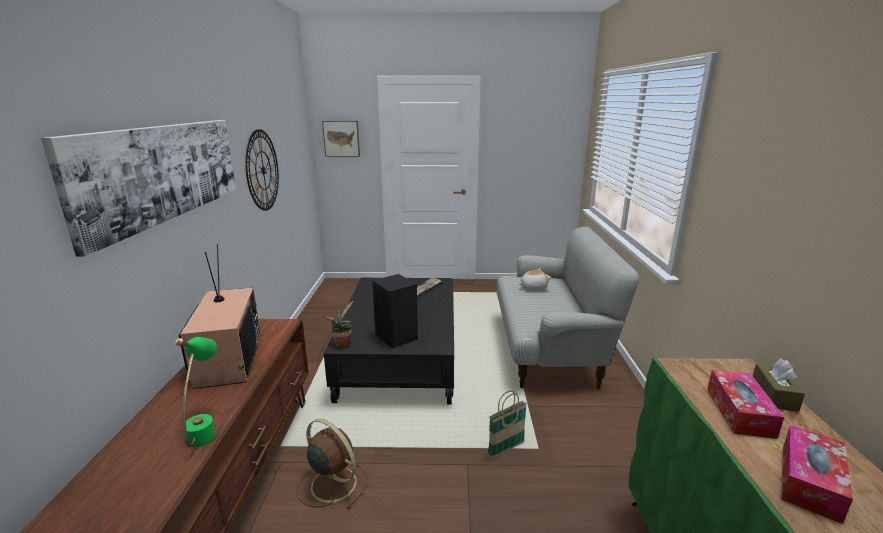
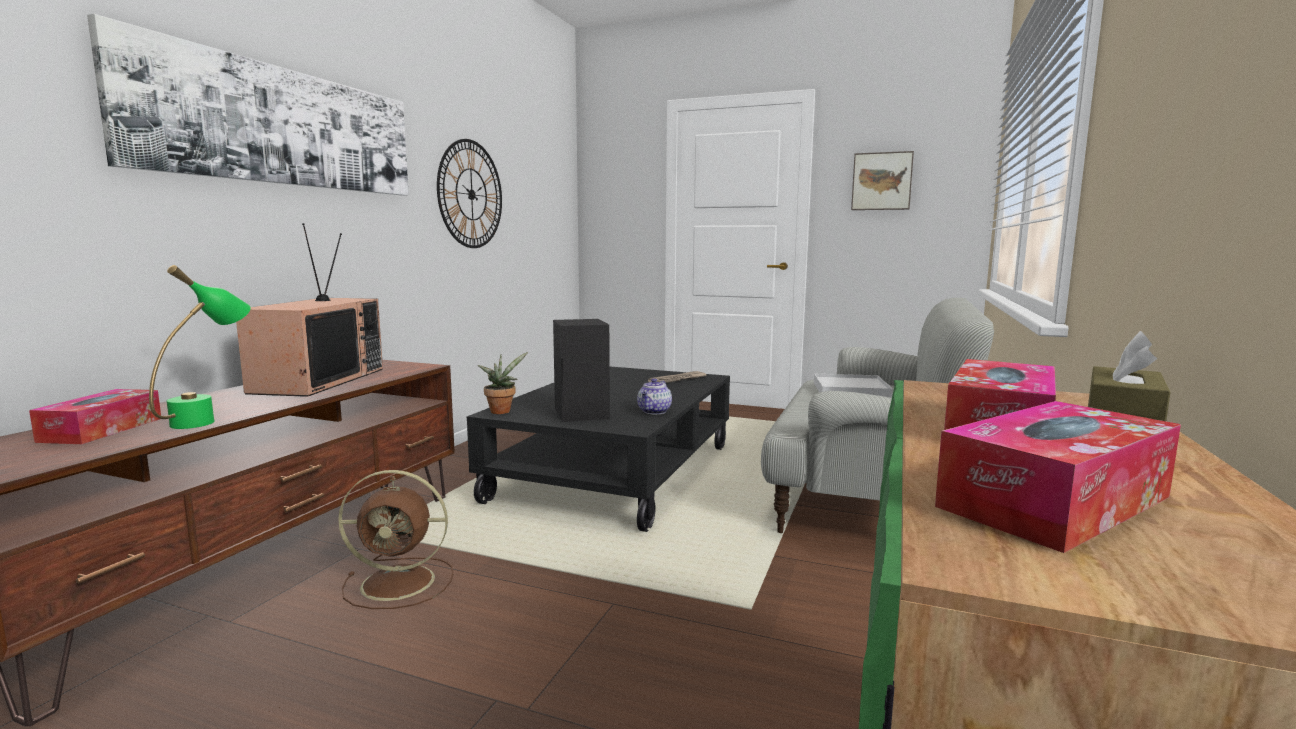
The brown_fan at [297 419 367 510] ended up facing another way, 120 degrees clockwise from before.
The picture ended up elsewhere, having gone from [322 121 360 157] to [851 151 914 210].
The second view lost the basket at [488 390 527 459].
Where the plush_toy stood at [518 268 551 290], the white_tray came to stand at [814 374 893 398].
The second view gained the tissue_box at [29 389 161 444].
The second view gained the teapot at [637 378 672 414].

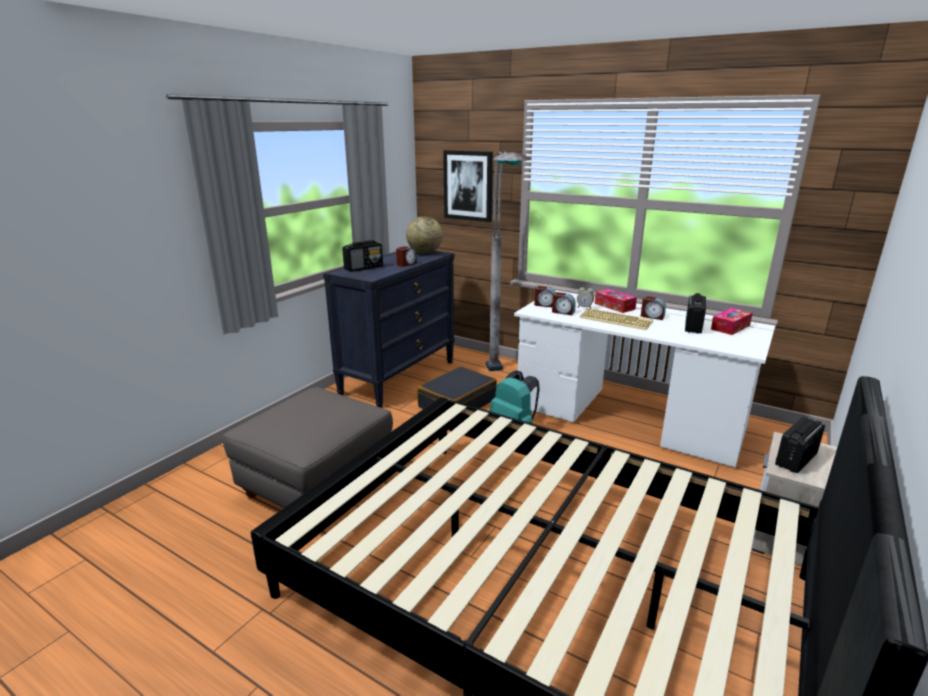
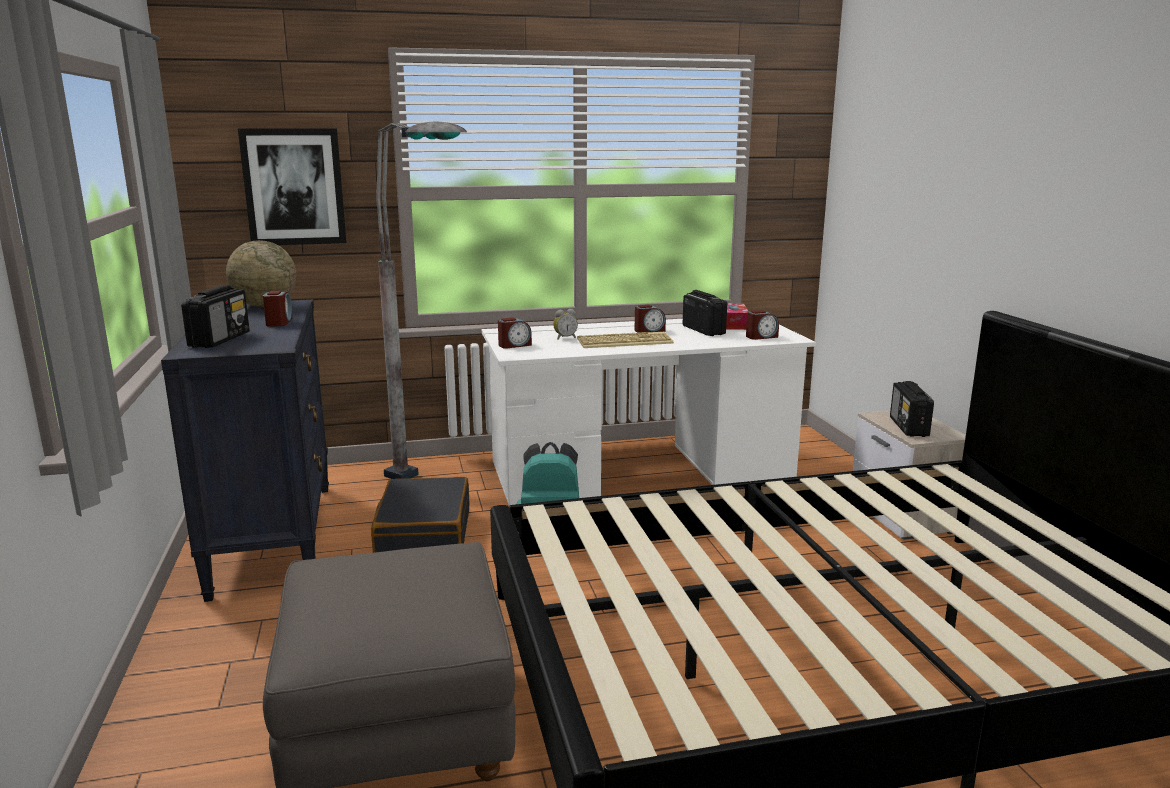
The alarm_clock ended up elsewhere, having gone from [552 292 576 315] to [746 310 779 340].
The second view lost the tissue_box at [595 289 637 313].

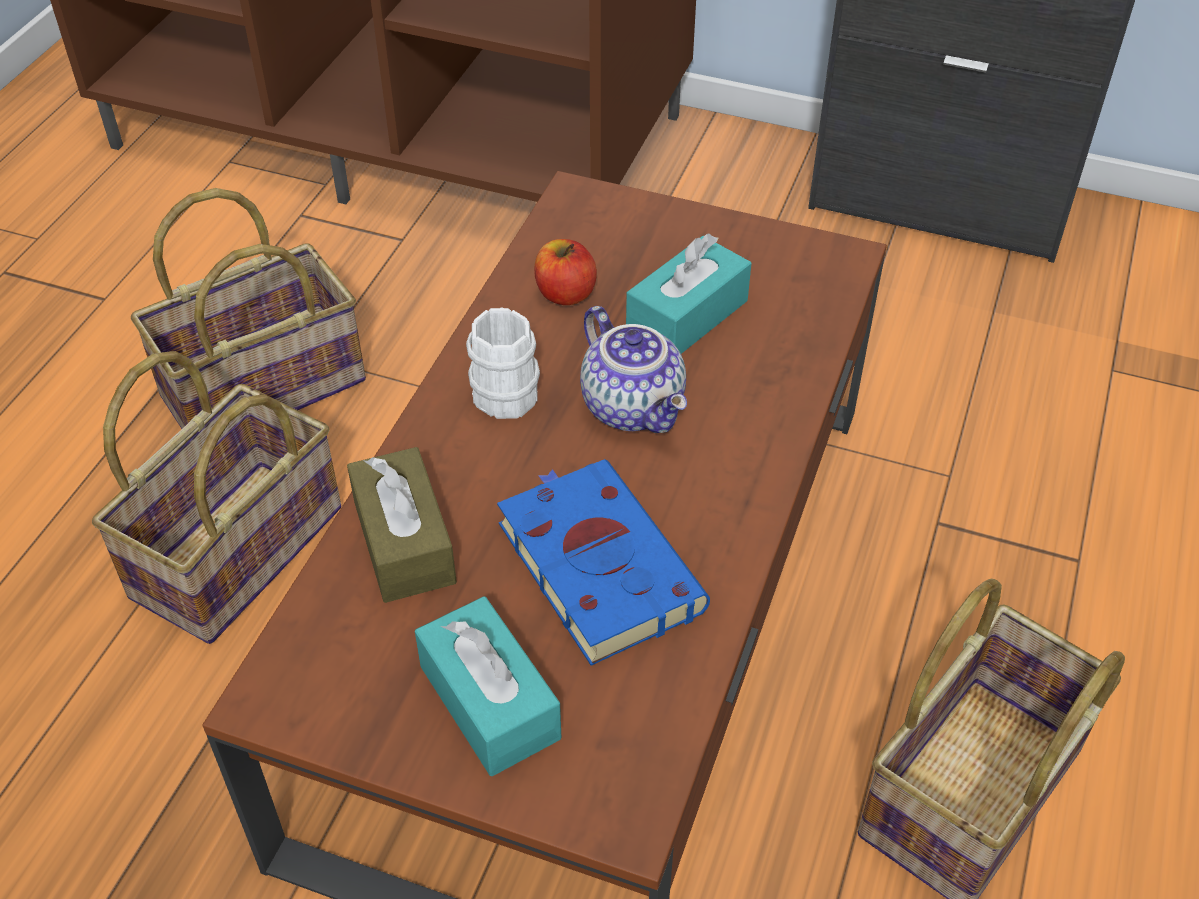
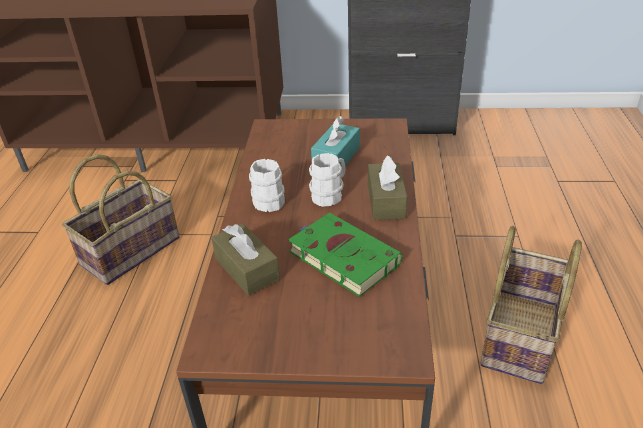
The second view lost the basket at [92 351 341 644].
The second view lost the turquoise_tissue_box at [415 596 561 776].
What was the blue_book at [497 459 710 666] turned into the green_book at [288 212 403 297].
The second view lost the apple at [534 239 597 305].
Where the teapot stood at [580 306 687 433], the white_mug came to stand at [309 153 346 207].
The second view gained the brown_tissue_box at [368 155 407 220].

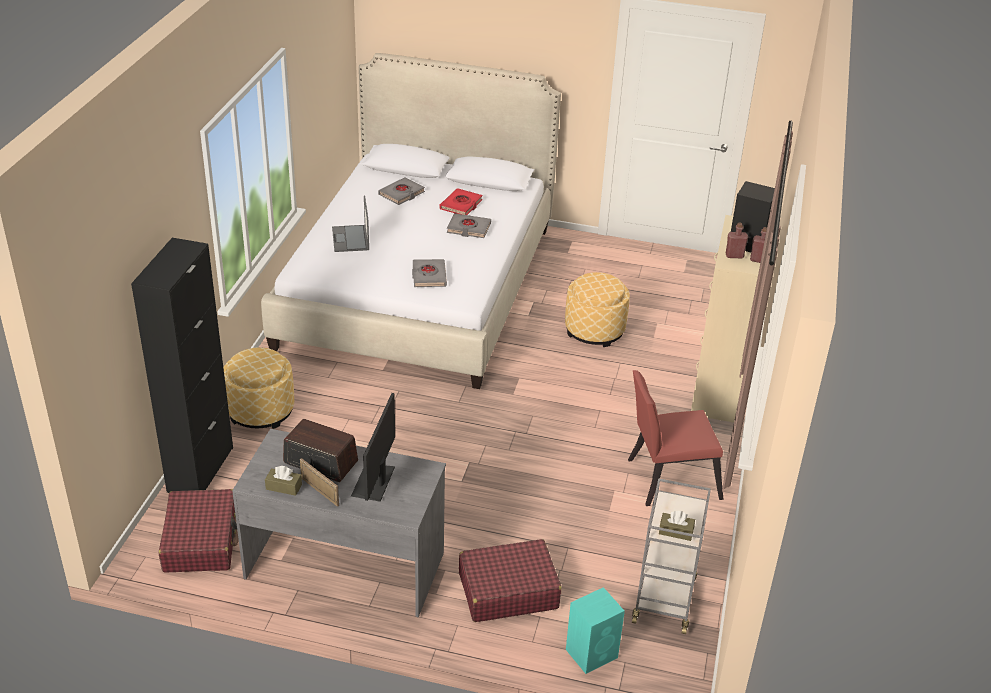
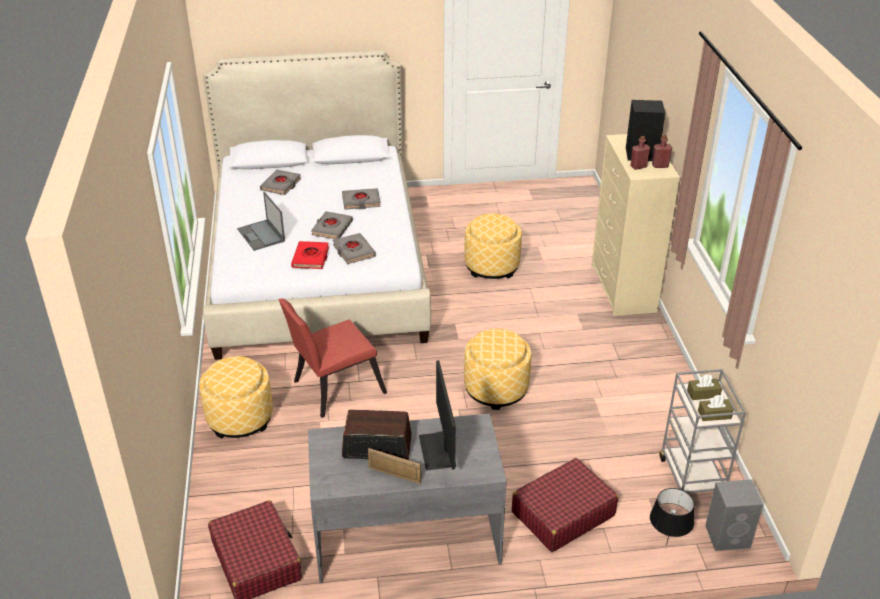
The second view lost the black_cabinet at [131 238 233 493].
The brown_tissue_box ended up elsewhere, having gone from [265 466 302 496] to [687 374 722 400].
The red_book ended up elsewhere, having gone from [439 188 483 215] to [291 241 329 269].
Where the turquoise_speaker stood at [566 587 625 674], the black_table_lamp came to stand at [650 488 694 546].
The red_chair ended up elsewhere, having gone from [628 370 724 506] to [278 298 387 418].
The second view gained the grey_book at [311 211 353 239].
The second view gained the ottoman at [464 329 531 410].
The second view gained the grey_speaker at [705 479 763 551].

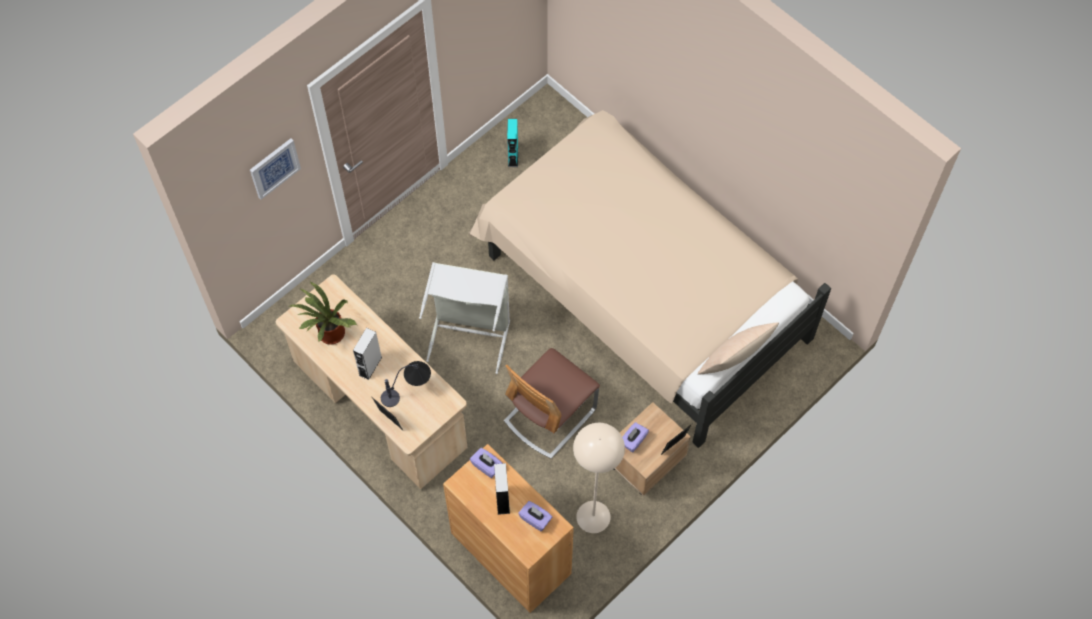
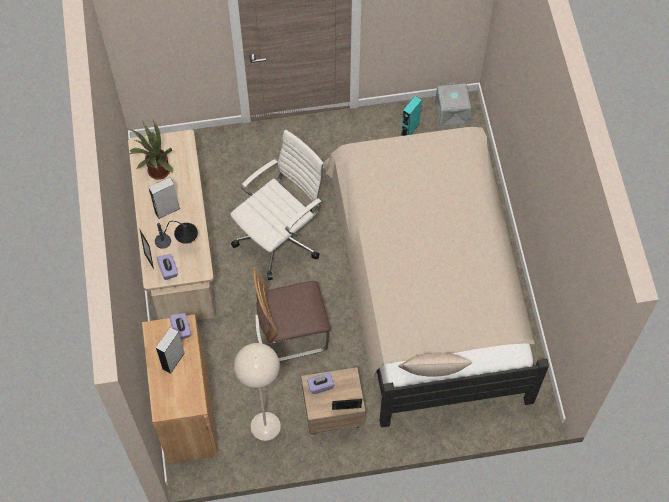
The second view lost the picture at [250 138 301 200].
Where the grey_laundry_basket stood at [419 262 510 374], the white_office_chair came to stand at [230 130 325 280].
The purple_tissue_box ended up elsewhere, having gone from [518 501 552 531] to [157 254 178 280].
The second view gained the grey_storage_box at [435 82 471 127].

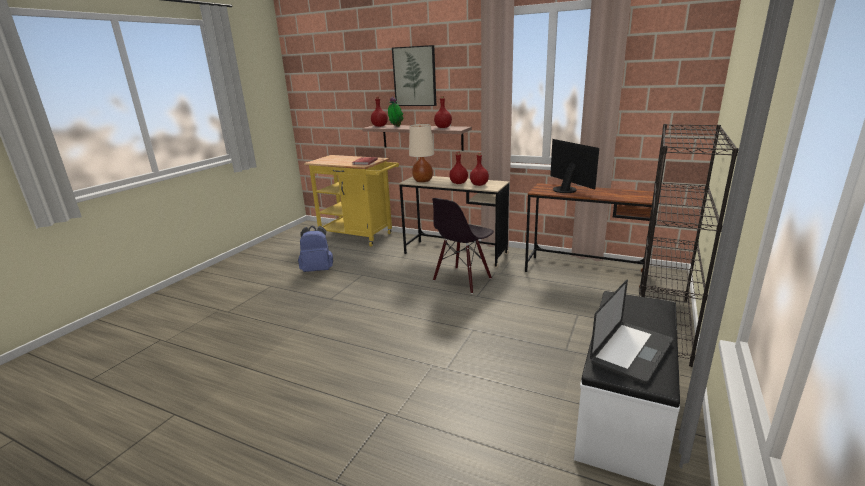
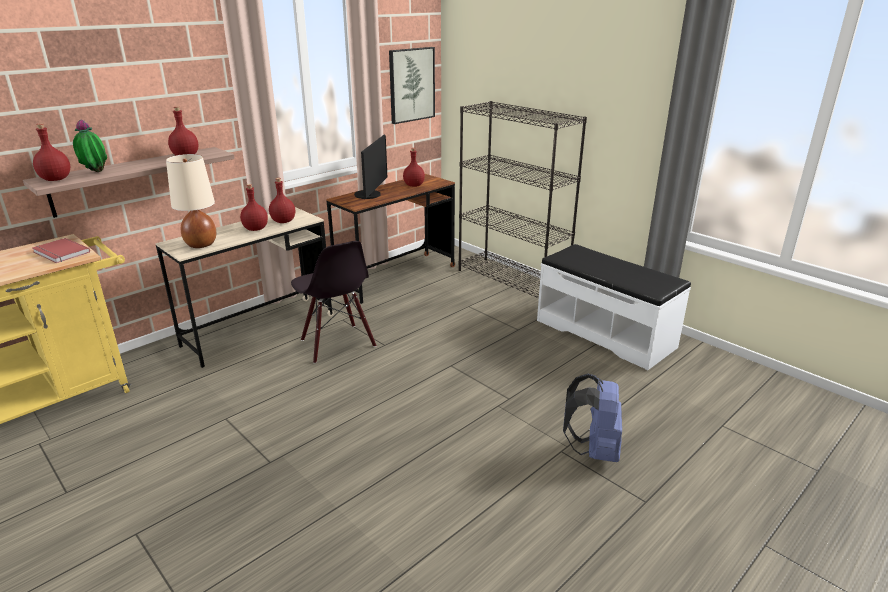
The blue_backpack ended up elsewhere, having gone from [298 226 333 272] to [563 373 622 462].
The picture ended up elsewhere, having gone from [392 45 436 106] to [389 47 435 124].
The monitor at [550 139 599 193] ended up facing another way, 105 degrees clockwise from before.
The second view lost the laptop at [590 279 673 384].
The second view gained the red_bottle at [403 148 425 187].

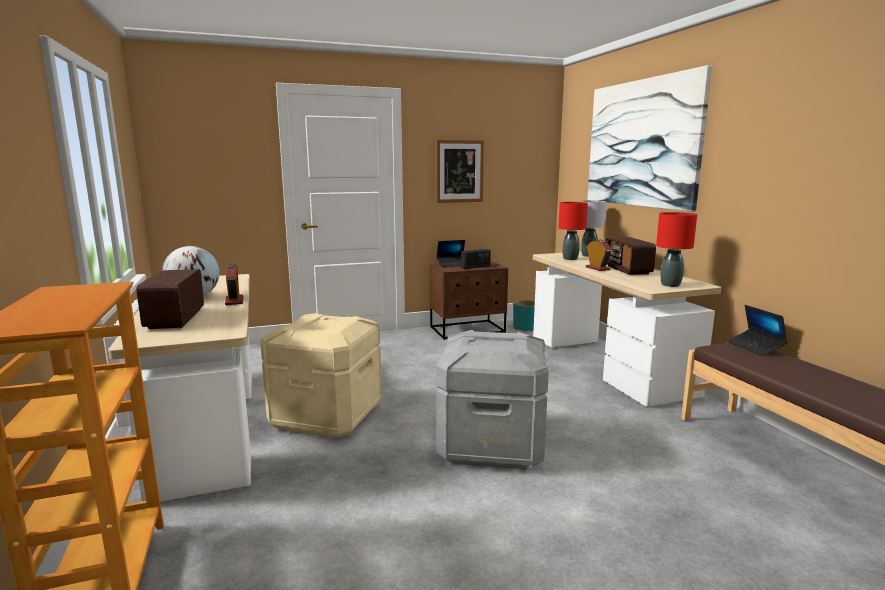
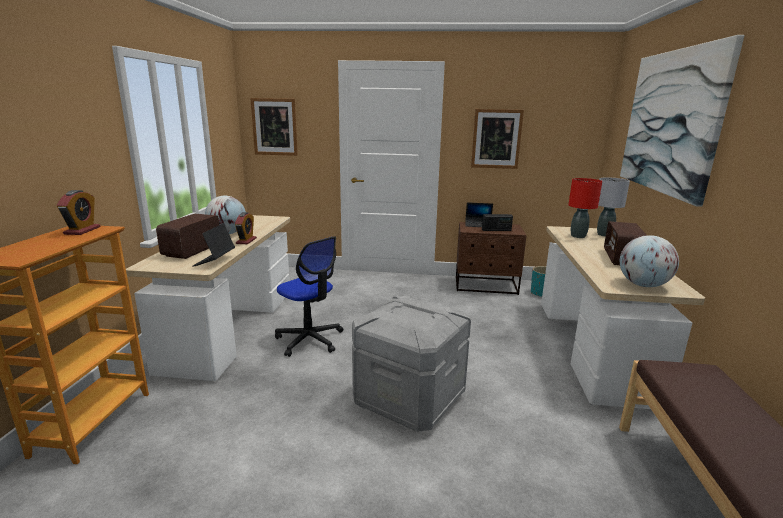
Where the beige_storage_box stood at [260 313 382 438], the office_chair came to stand at [275 236 343 357].
The alarm_clock ended up elsewhere, having gone from [586 239 612 271] to [57 190 100 235].
Where the red_table_lamp stood at [656 212 697 287], the globe came to stand at [620 235 679 287].
The laptop ended up elsewhere, having gone from [727 305 787 356] to [192 223 235 267].
The second view gained the picture at [250 98 298 156].

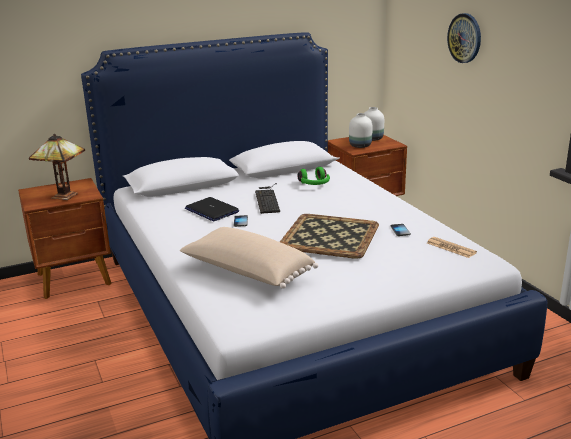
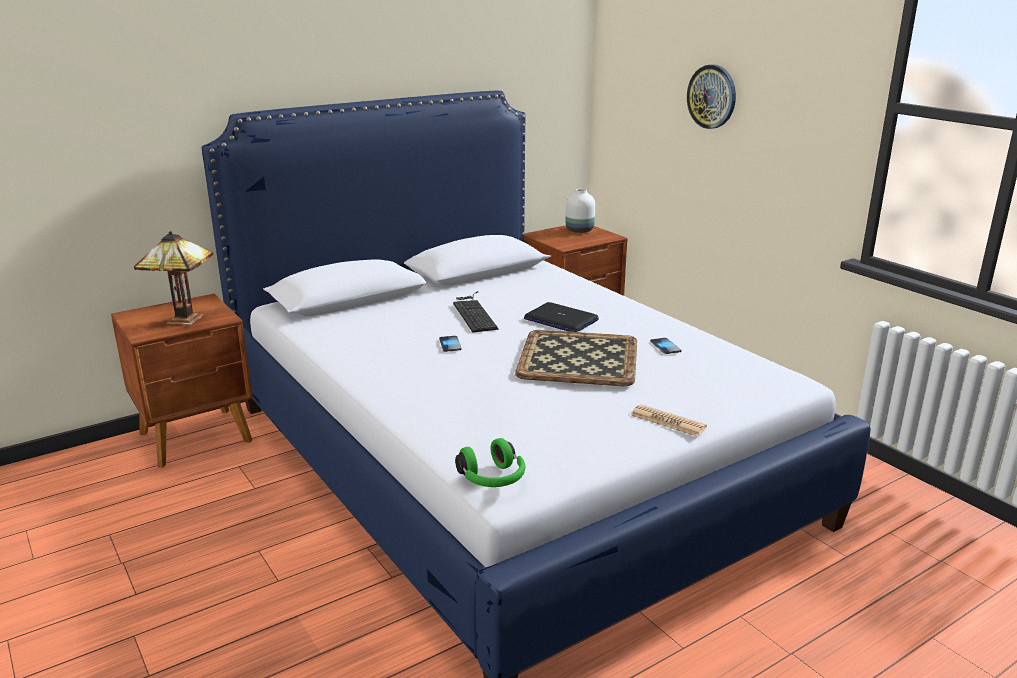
The second view lost the beige_pillow at [180 227 318 289].
The laptop ended up elsewhere, having gone from [185 197 239 221] to [524 302 599 332].
The green_headphones ended up elsewhere, having gone from [298 167 330 185] to [455 438 525 487].
The second view lost the white_vase at [349 113 373 148].
The newspaper ended up elsewhere, having gone from [427 237 477 258] to [631 404 707 436].

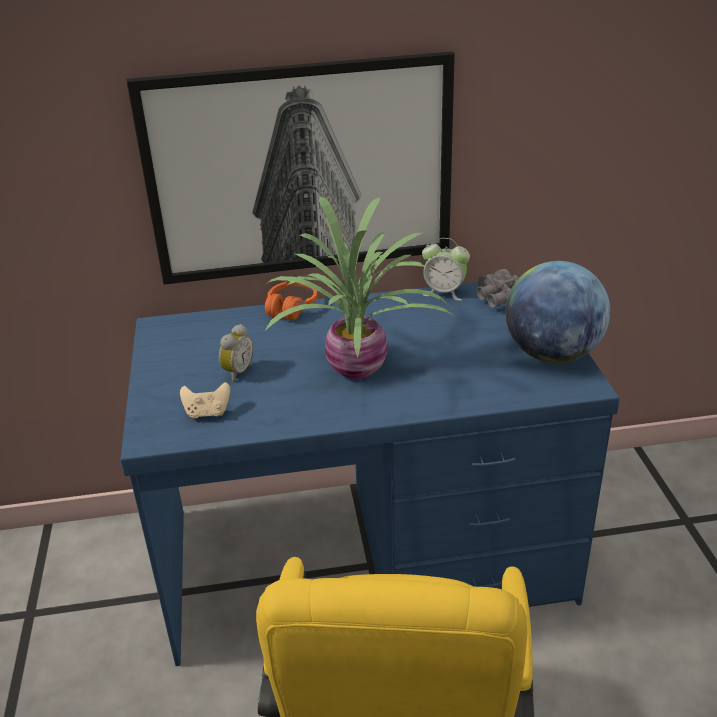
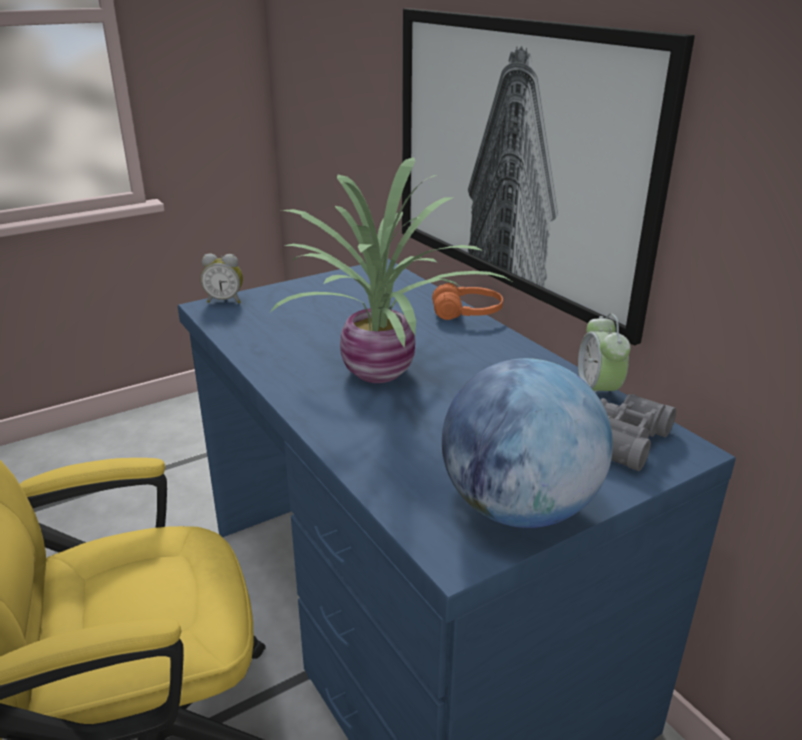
The second view lost the beige_game_controller at [180 382 230 419].
The alarm_clock ended up elsewhere, having gone from [219 324 254 382] to [201 253 243 303].

